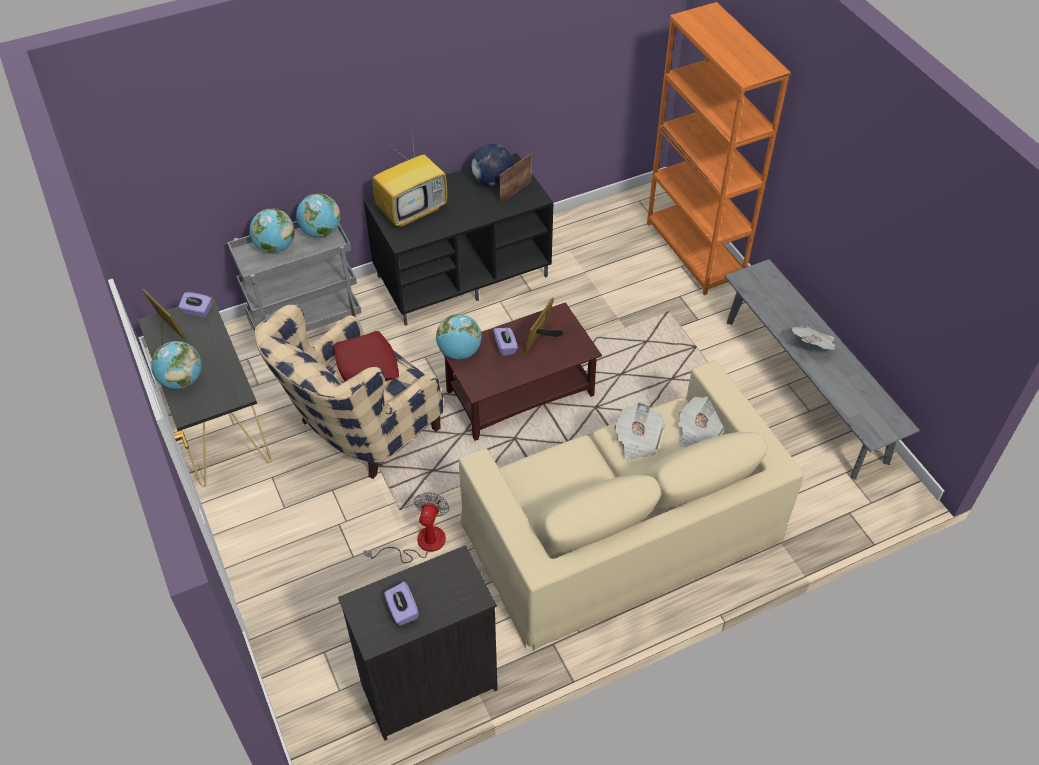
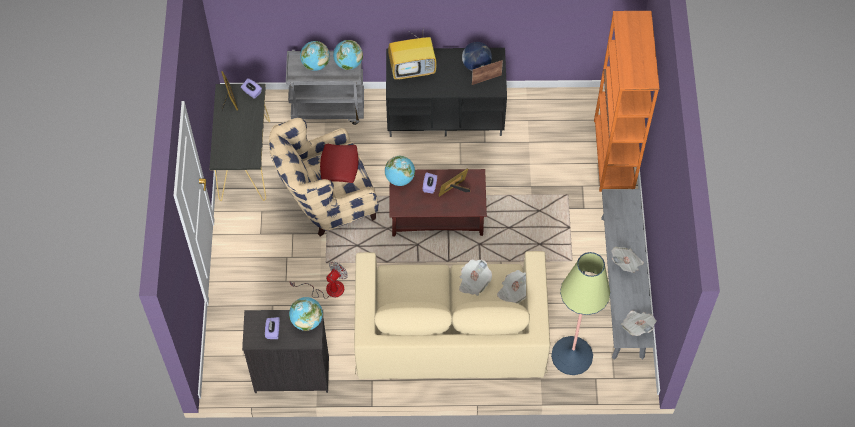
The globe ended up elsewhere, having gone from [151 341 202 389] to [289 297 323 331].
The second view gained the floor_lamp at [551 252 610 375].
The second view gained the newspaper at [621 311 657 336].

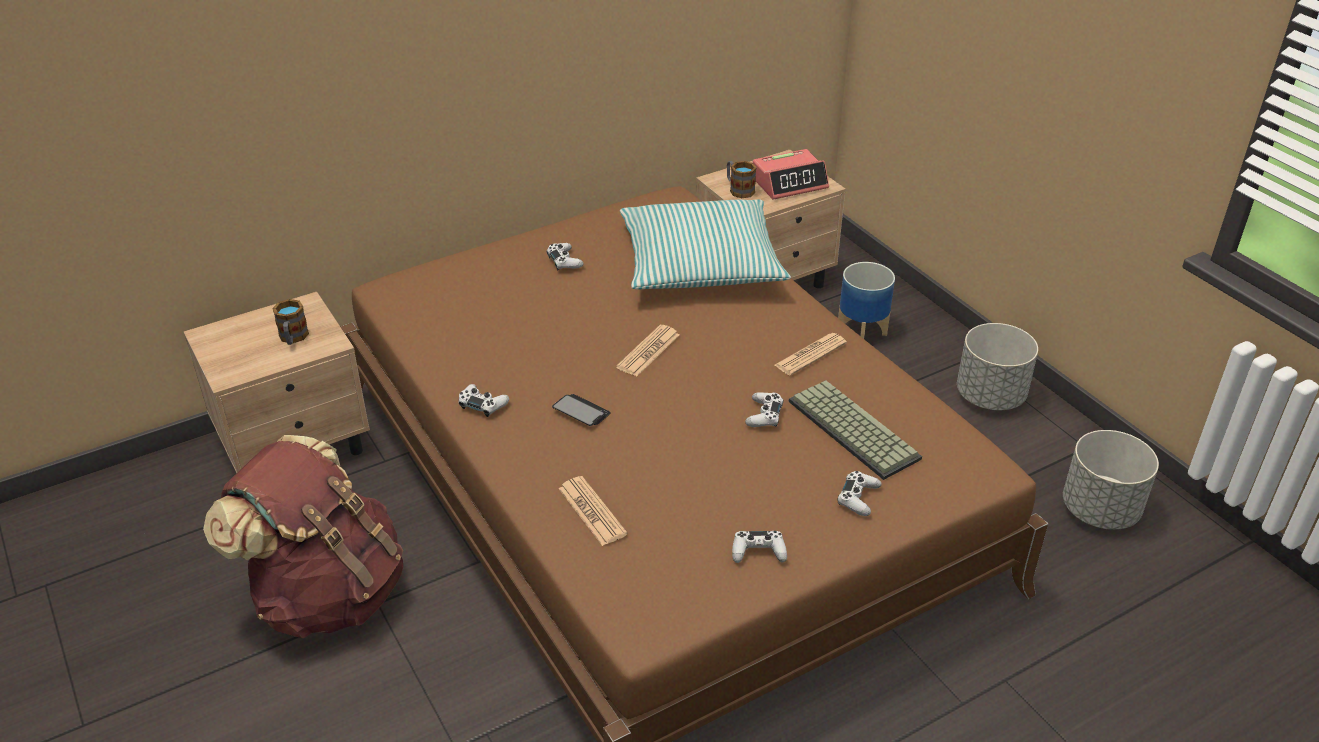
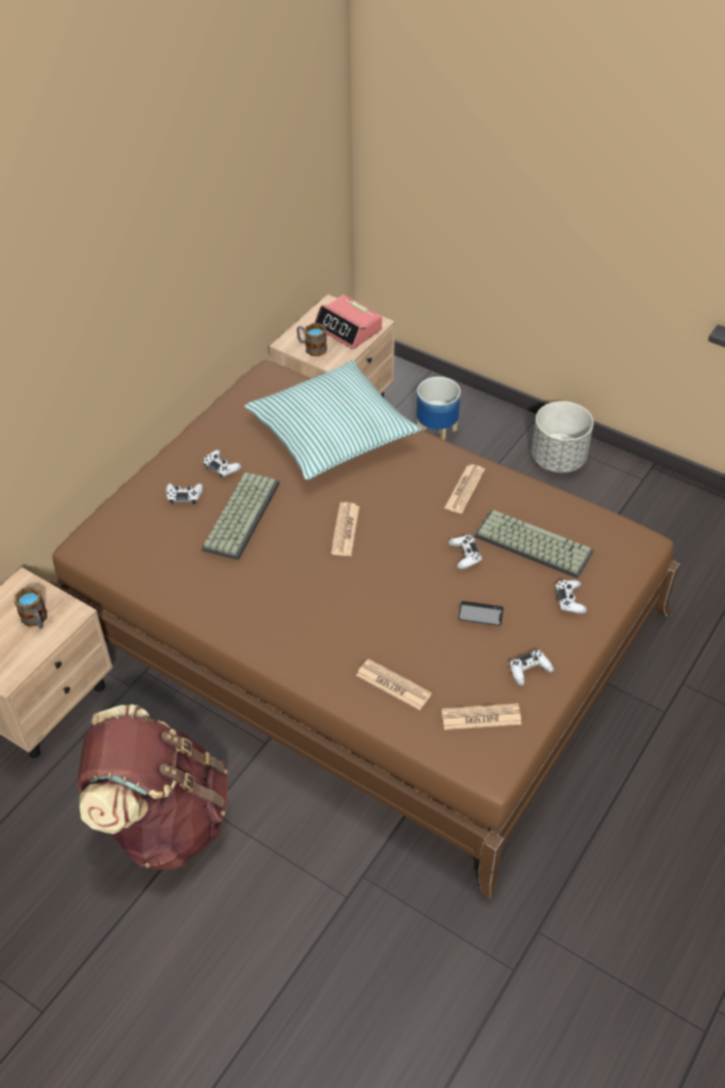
The white_game_controller ended up elsewhere, having gone from [459 384 509 417] to [166 483 203 504].
The phone ended up elsewhere, having gone from [552 394 611 426] to [458 601 503 626].
The alarm_clock at [753 149 829 200] ended up facing another way, 90 degrees clockwise from before.
The second view lost the grey_planter at [1063 430 1159 530].
The second view gained the keyboard at [201 472 280 560].
The second view gained the newspaper at [442 703 522 730].

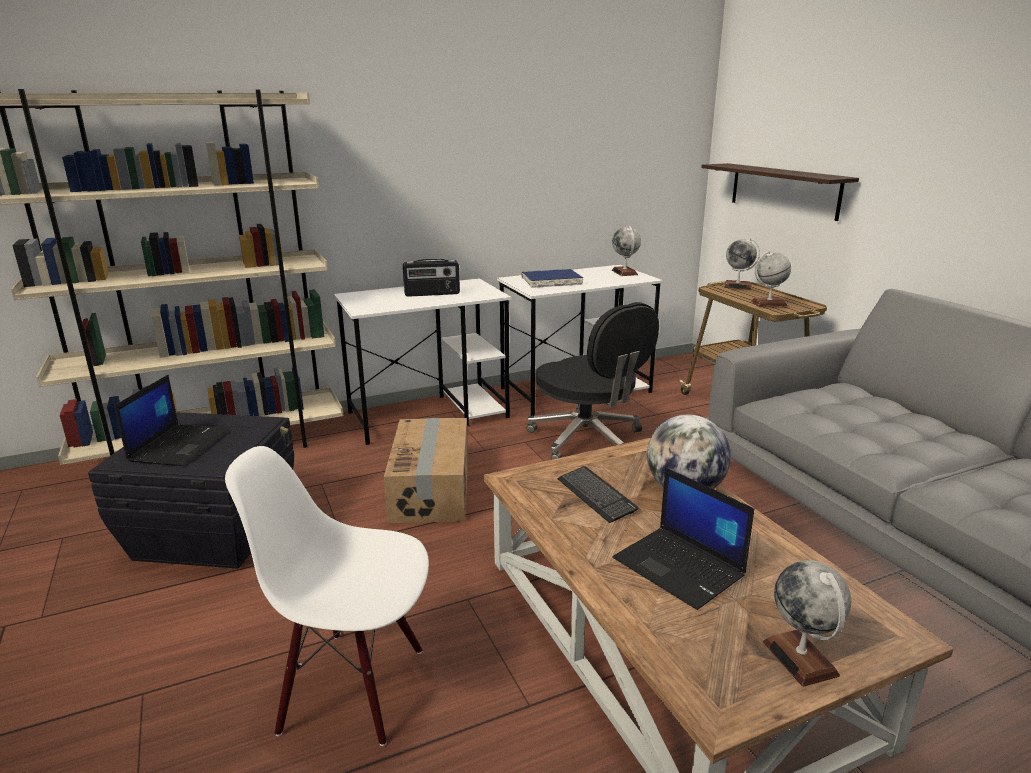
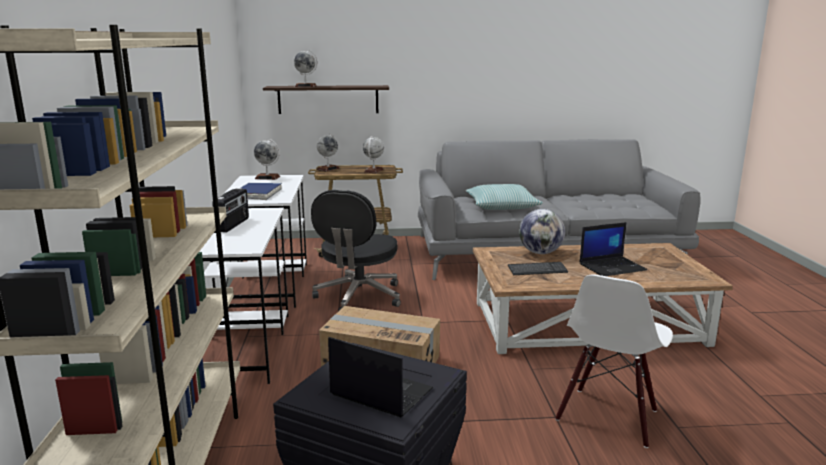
The black_office_chair at [527 302 659 460] ended up facing another way, 120 degrees clockwise from before.
The globe ended up elsewhere, having gone from [763 560 851 687] to [294 50 317 87].
The second view gained the pillow at [466 184 543 210].

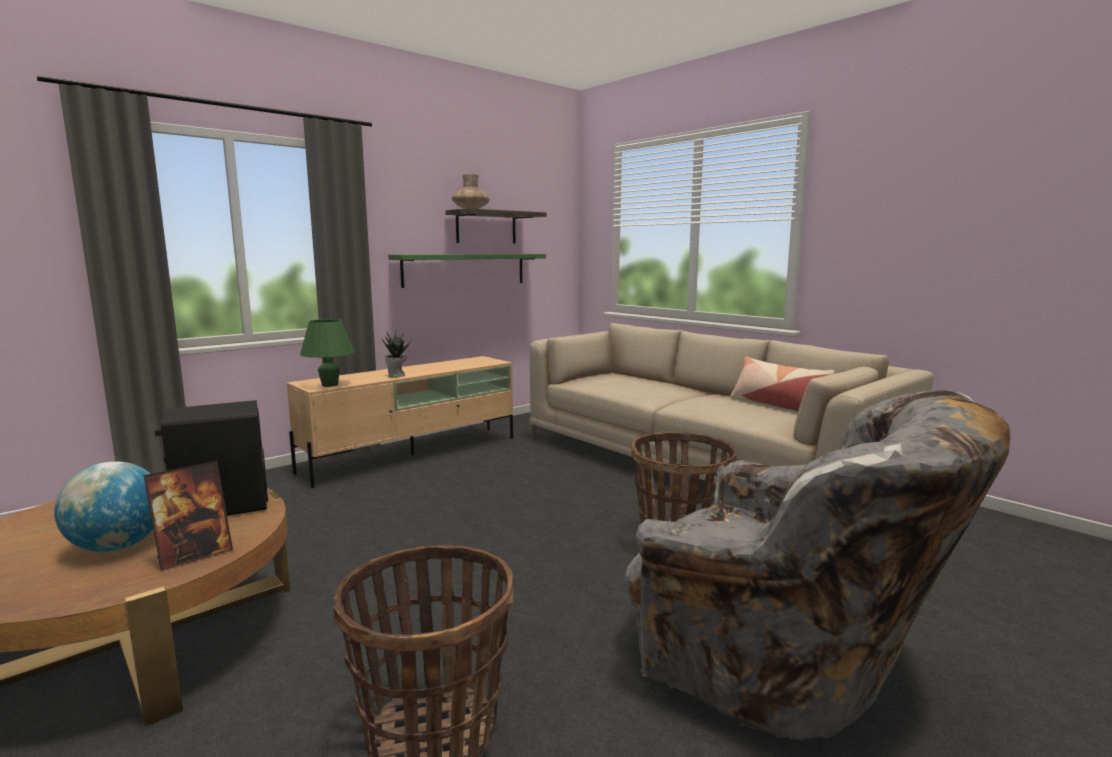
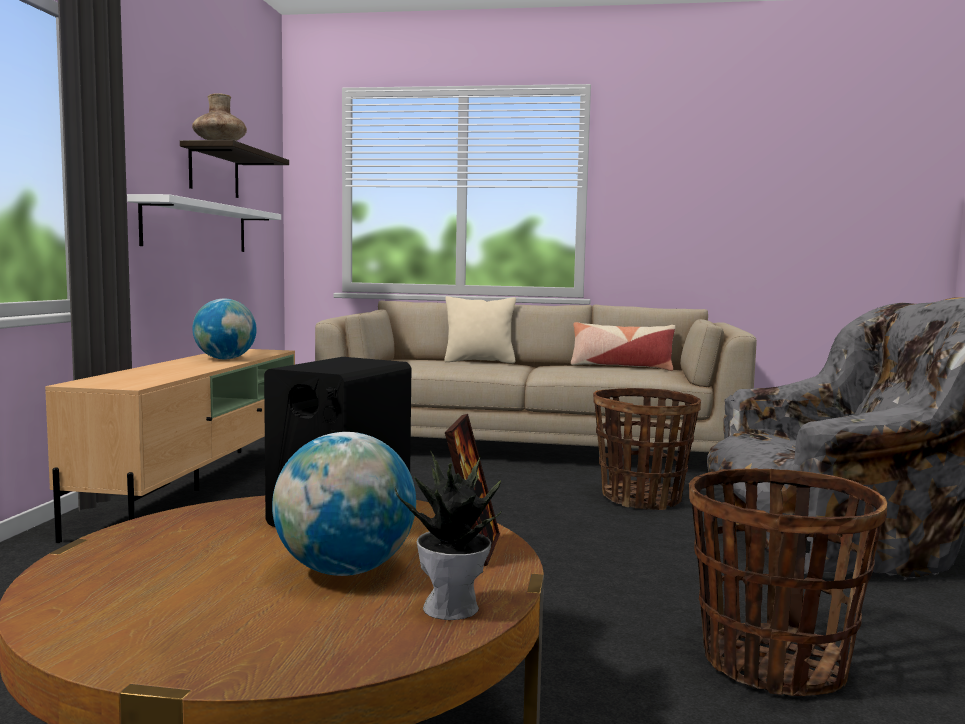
The second view lost the green_table_lamp at [300 319 355 387].
The potted_plant ended up elsewhere, having gone from [382 330 412 377] to [394 451 501 620].
What was the green_shelf at [388 254 546 288] turned into the white_shelf at [127 194 281 252].
The second view gained the globe at [192 299 257 360].
The second view gained the beige_pillow at [444 296 516 364].

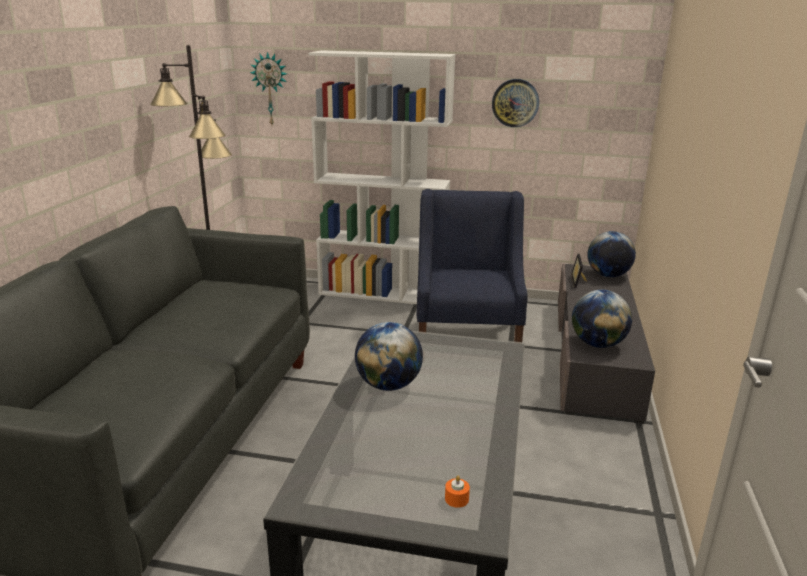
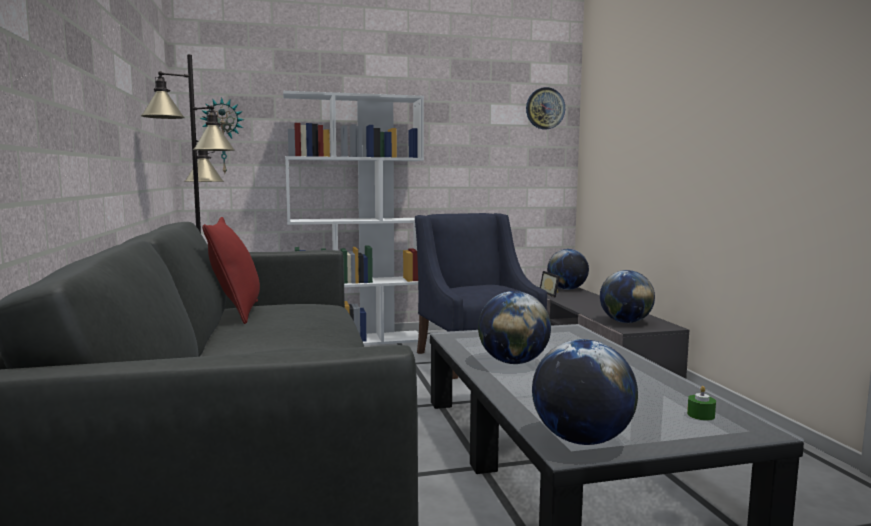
What was the orange_candle at [445 476 470 508] turned into the green_candle at [687 386 716 421].
The wall_clock ended up elsewhere, having gone from [492 79 539 127] to [526 87 565 129].
The second view gained the red_pillow at [202 217 260 324].
The second view gained the globe at [532 339 638 445].

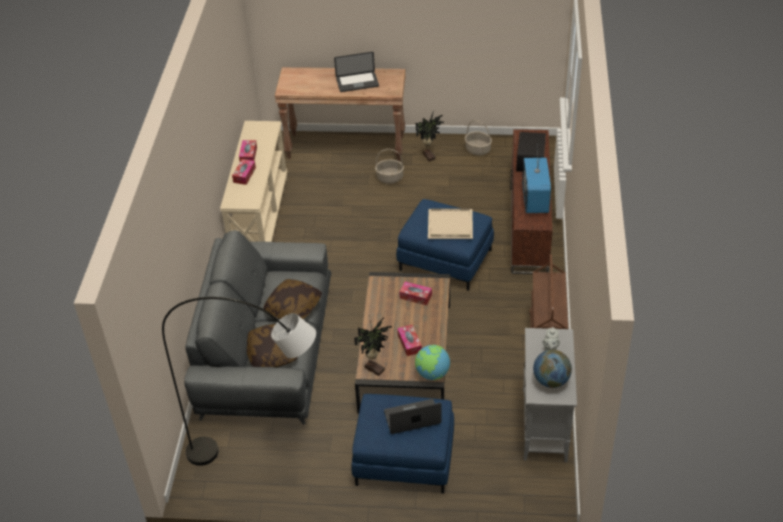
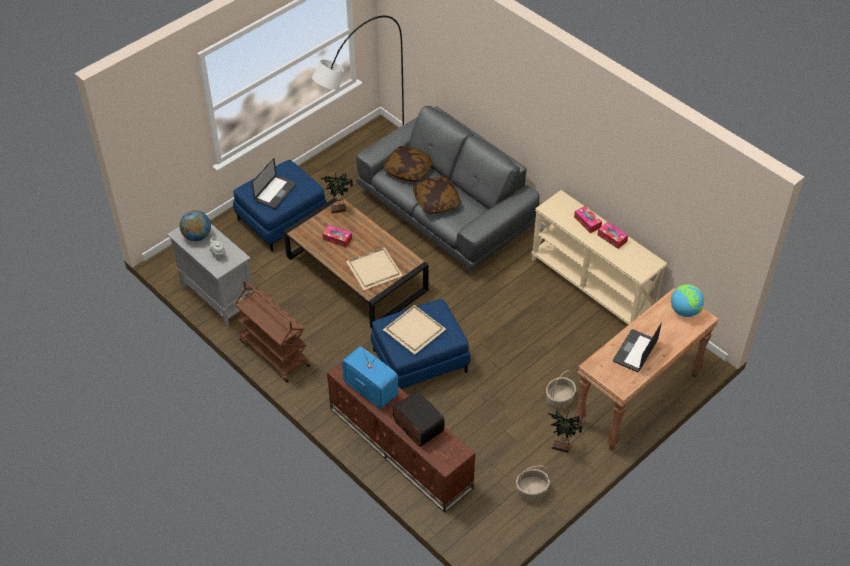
Where the tissue_box stood at [399 282 432 305], the beige_tray came to stand at [346 247 403 290].
The globe ended up elsewhere, having gone from [415 345 450 380] to [671 284 704 317].

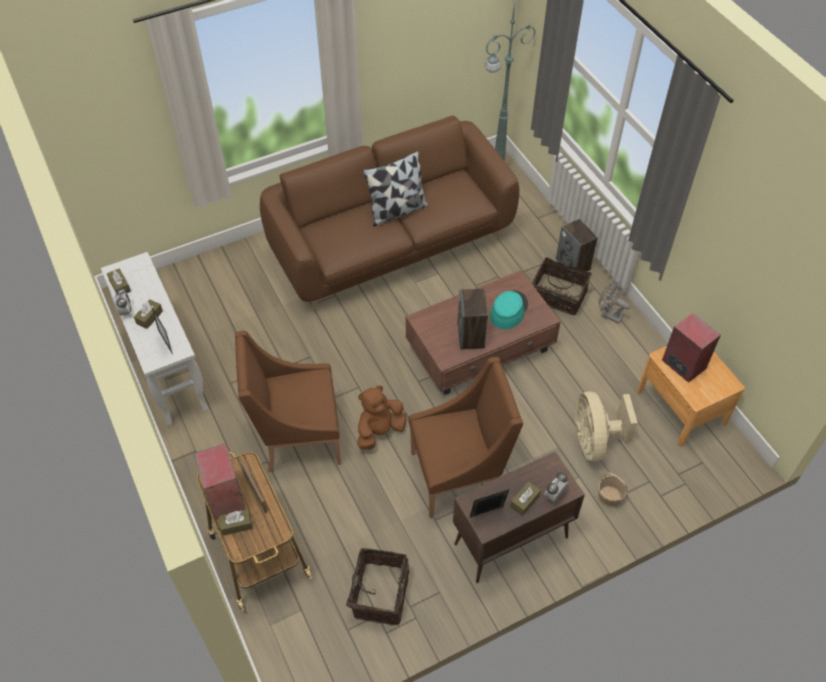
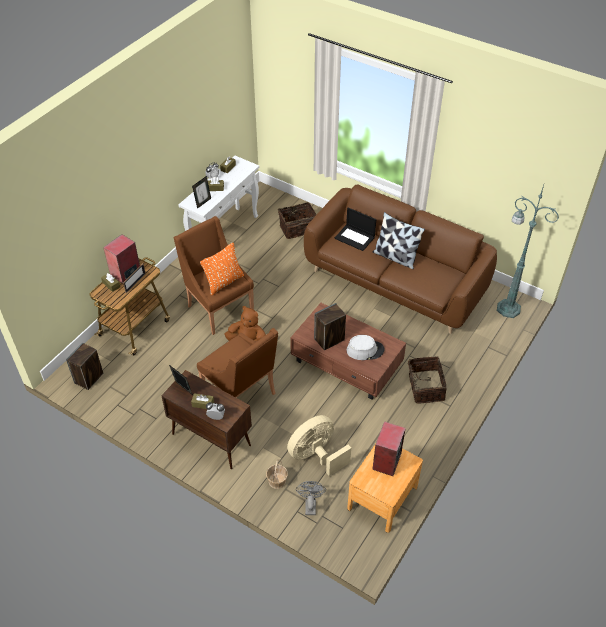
The basket ended up elsewhere, having gone from [335 548 409 626] to [278 202 316 239].
What was the turquoise_hat at [490 290 528 329] turned into the grey_hat at [347 335 384 360].
The speaker ended up elsewhere, having gone from [556 219 598 271] to [66 343 103 390].
The grey_fan ended up elsewhere, having gone from [599 282 630 324] to [296 481 326 515].
The second view gained the orange_pillow at [200 242 244 295].
The second view gained the laptop at [334 208 376 251].

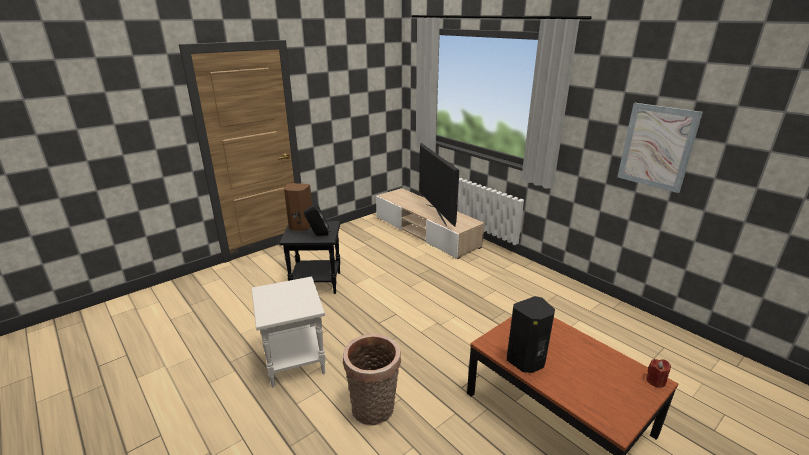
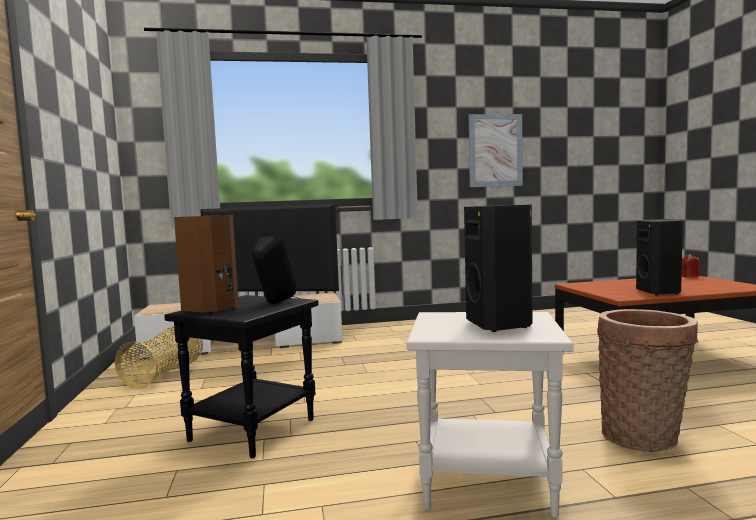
The second view gained the basket at [115 326 203 389].
The second view gained the black_speaker at [464 205 533 332].

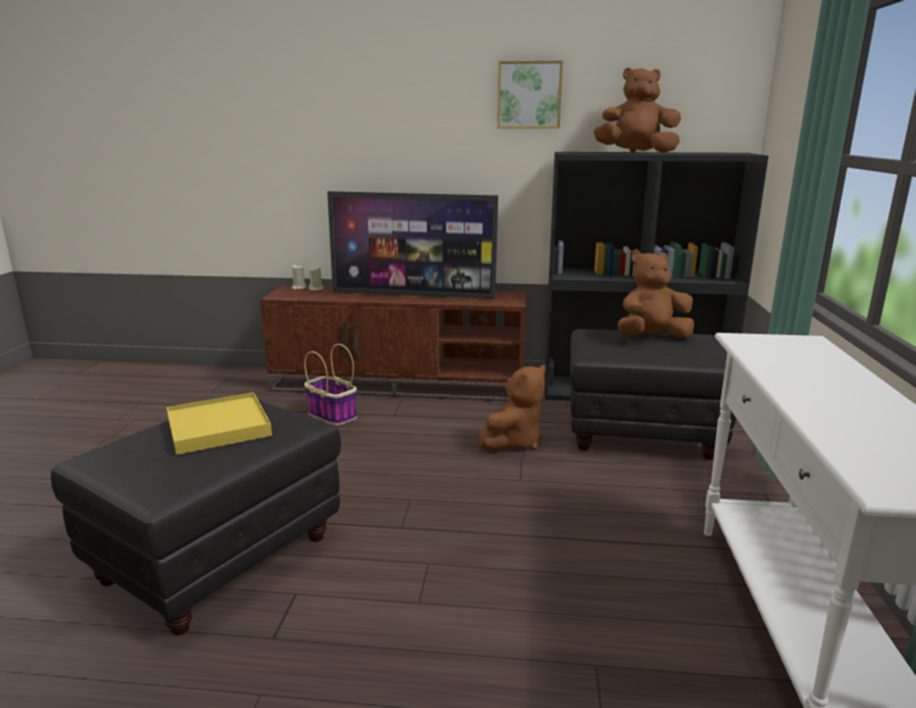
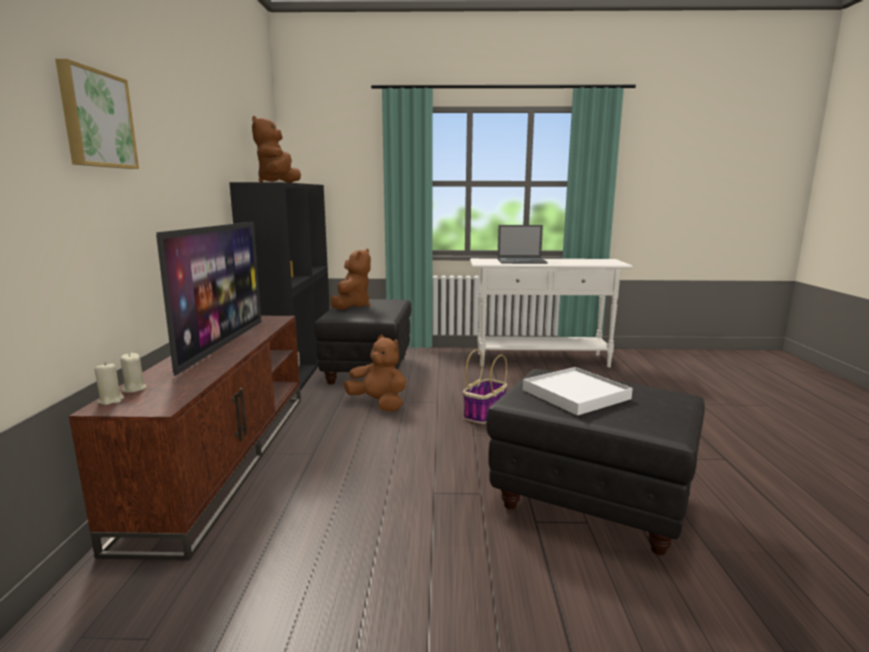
What was the yellow_tray at [166 392 272 455] turned into the white_tray at [523 367 633 416].
The basket ended up elsewhere, having gone from [304 344 357 425] to [463 349 507 424].
The picture ended up elsewhere, having gone from [497 60 563 129] to [55 59 139 169].
The brown_plush_toy at [618 251 694 337] ended up facing another way, 150 degrees counterclockwise from before.
The second view gained the laptop at [497 225 548 264].

